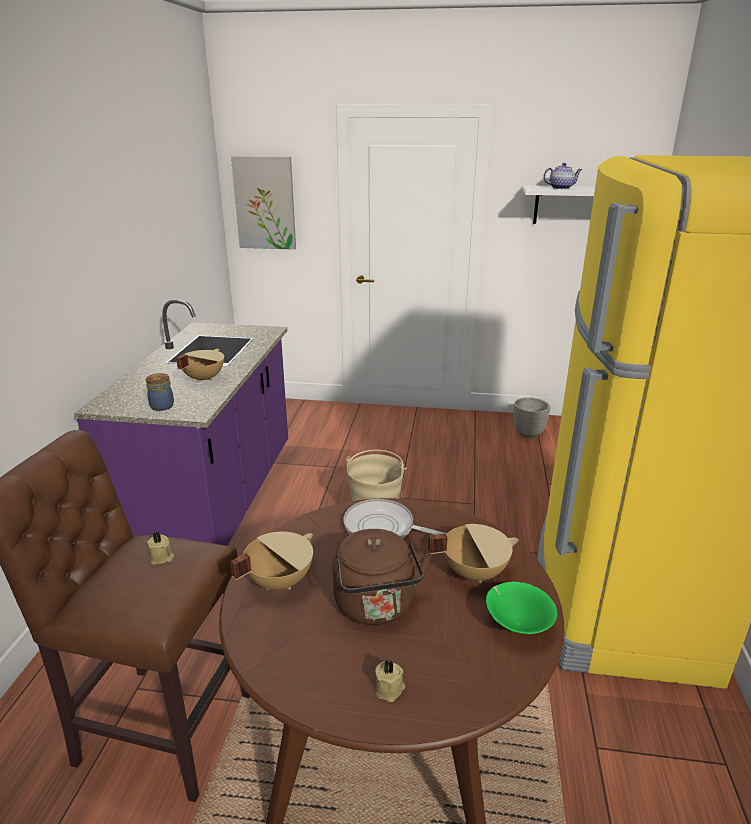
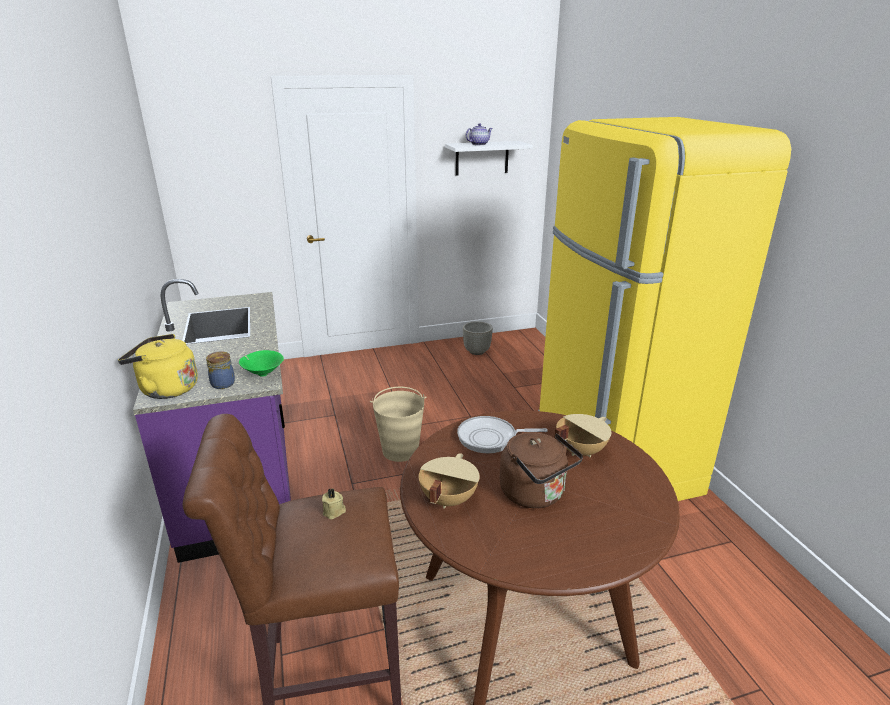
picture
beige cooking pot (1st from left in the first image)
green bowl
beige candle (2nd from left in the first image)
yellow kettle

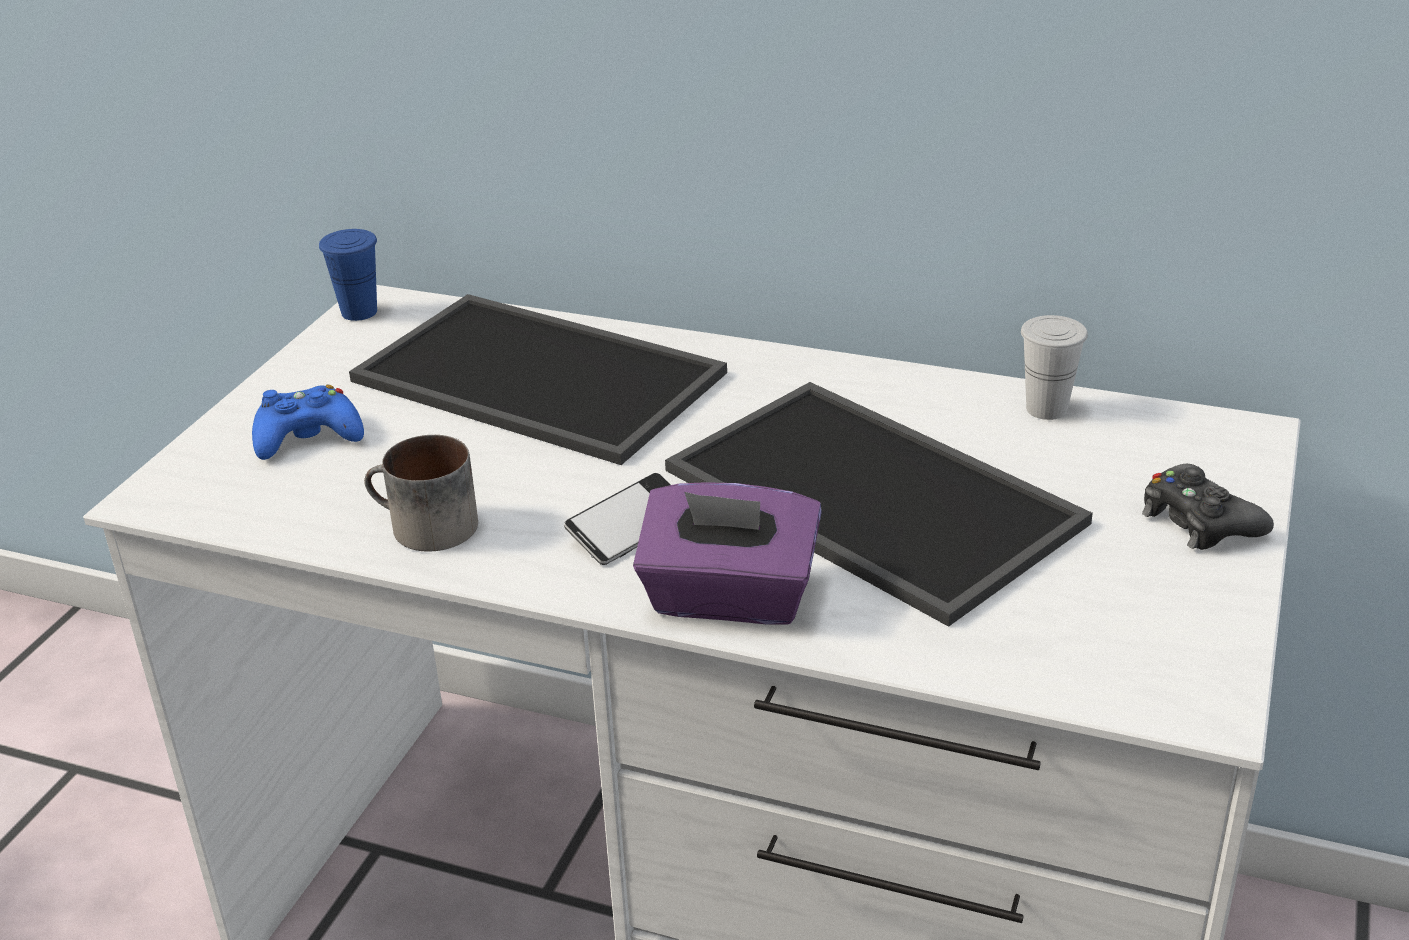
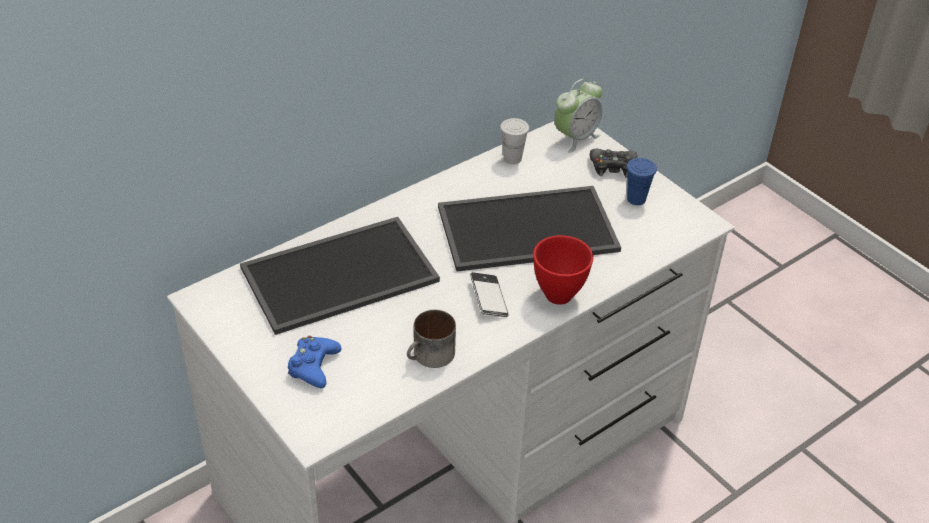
blue cup
red bowl
alarm clock

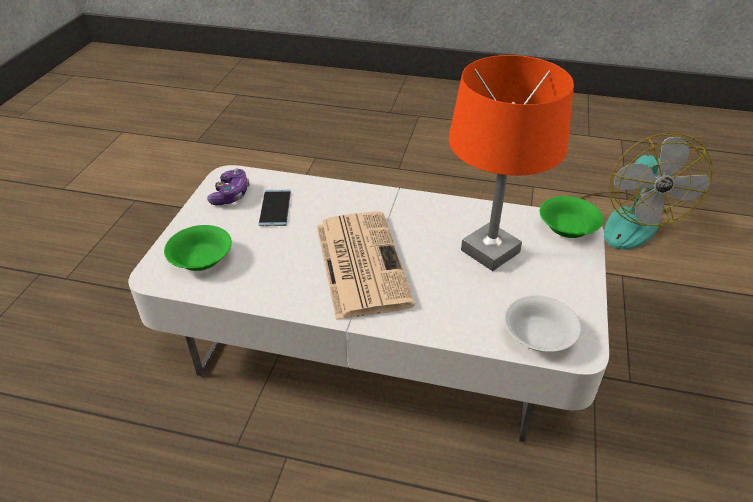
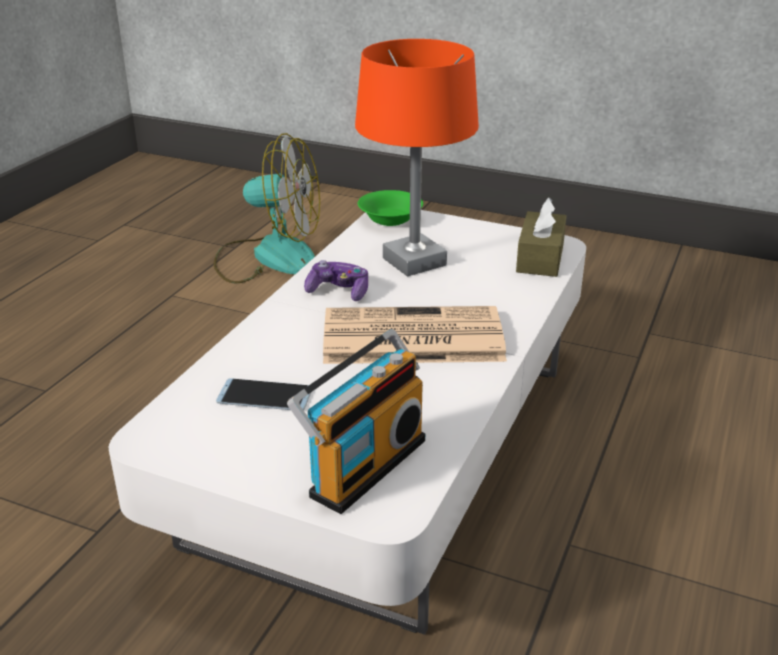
game controller
radio
brown tissue box

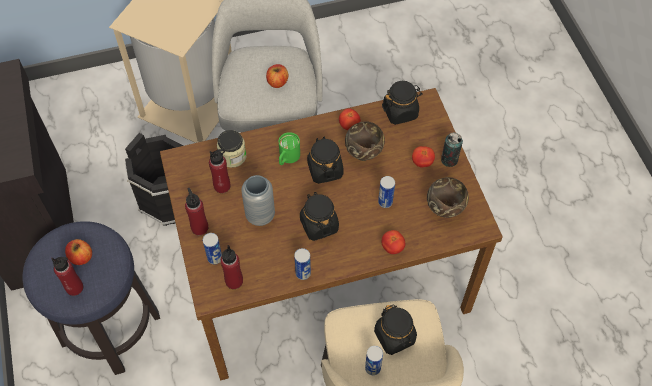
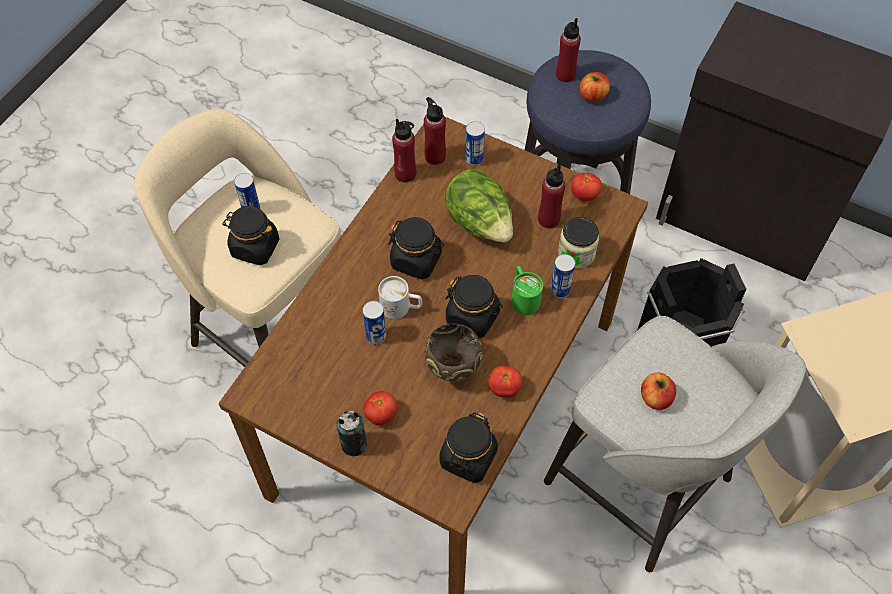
lettuce
brown bowl (2nd from left in the first image)
red bottle (1st from left)
tomato (3rd from left)
can (5th from left)
white mug

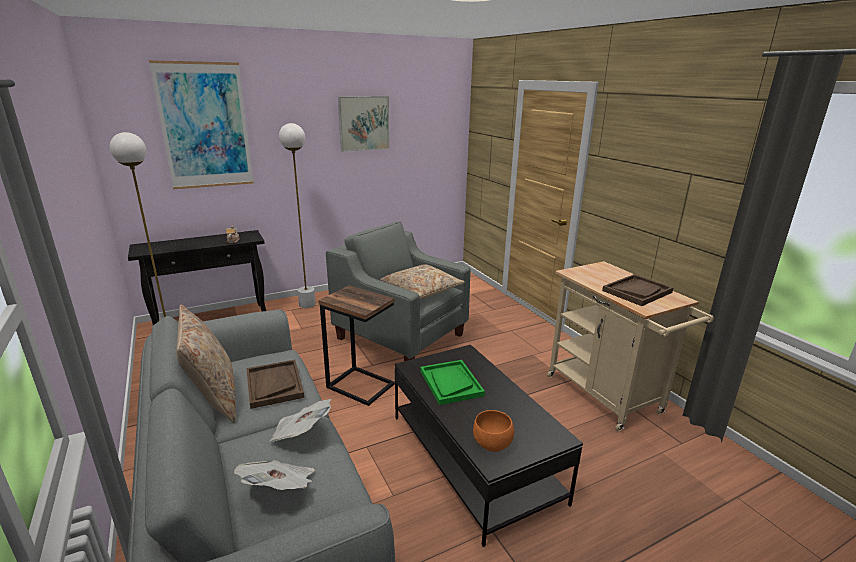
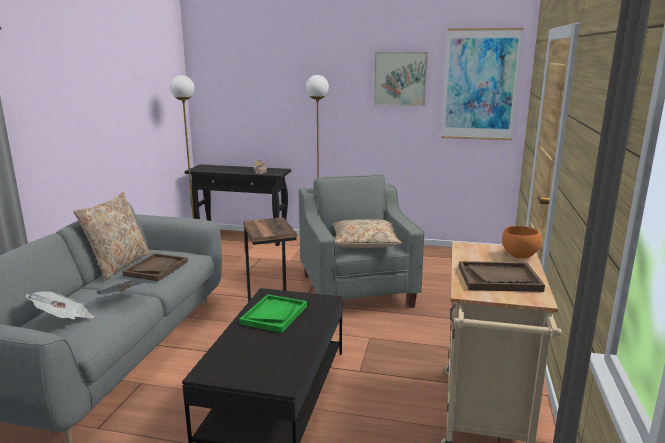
picture (2nd from left)
orange bowl

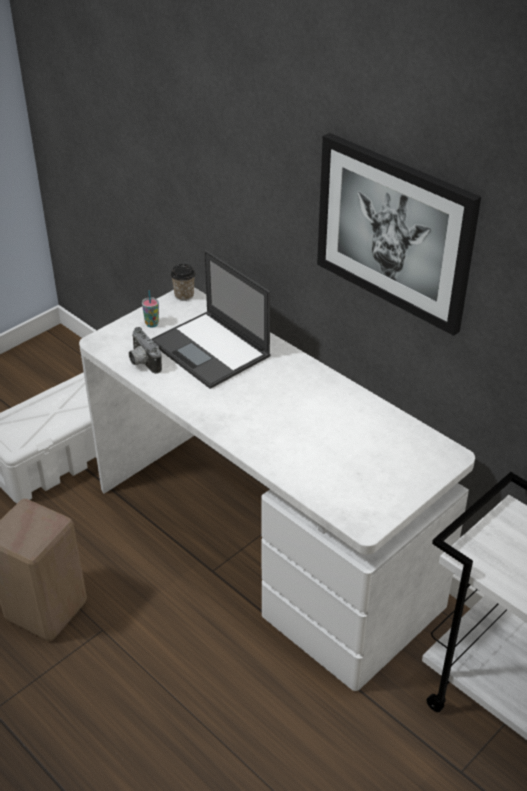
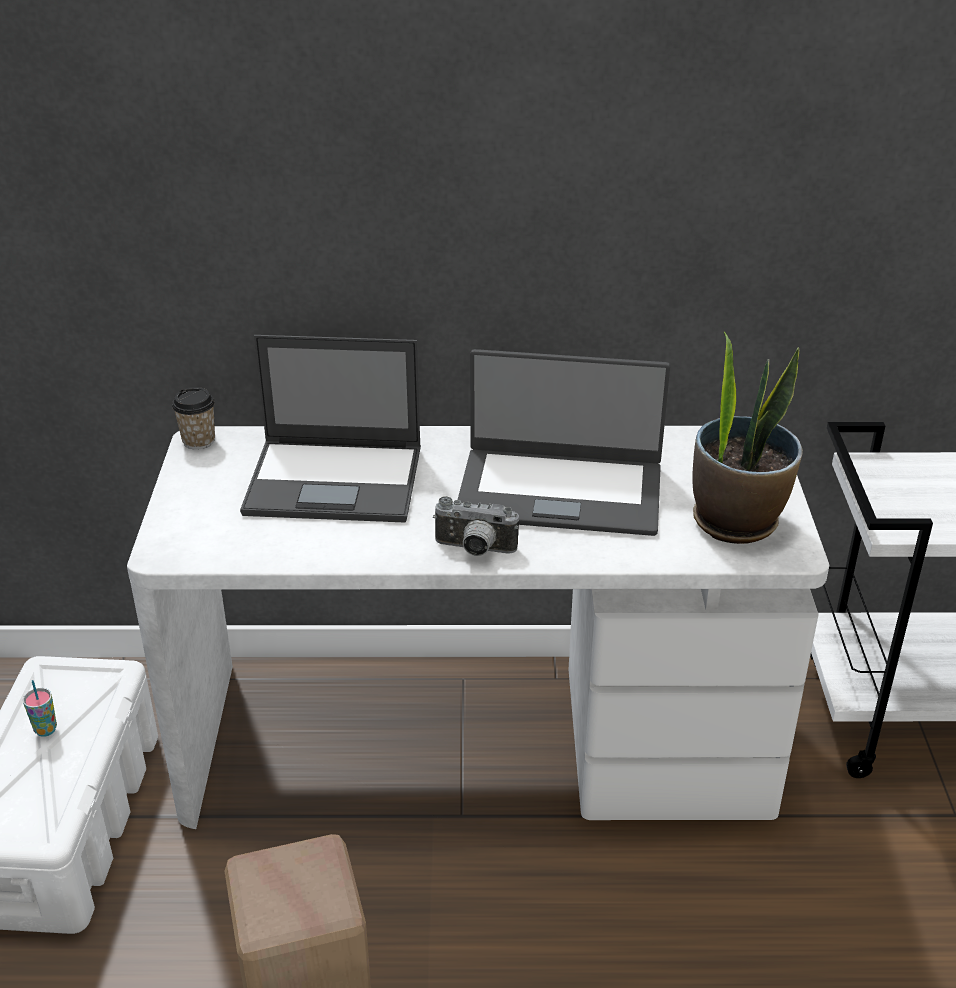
picture
cup (1st from left)
photo camera
potted plant
laptop (2nd from left)

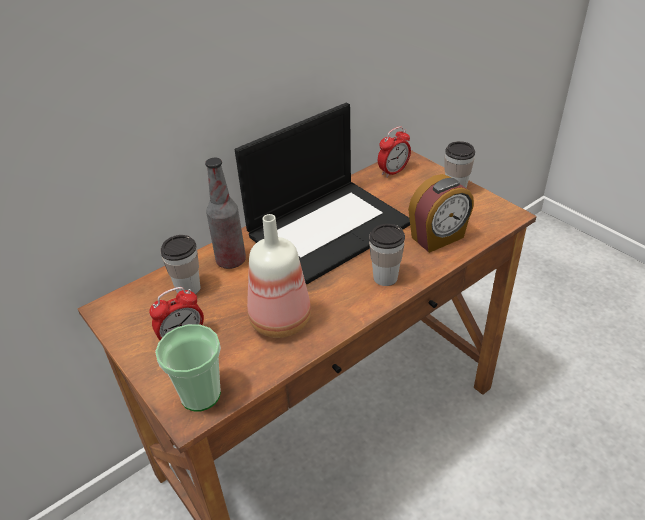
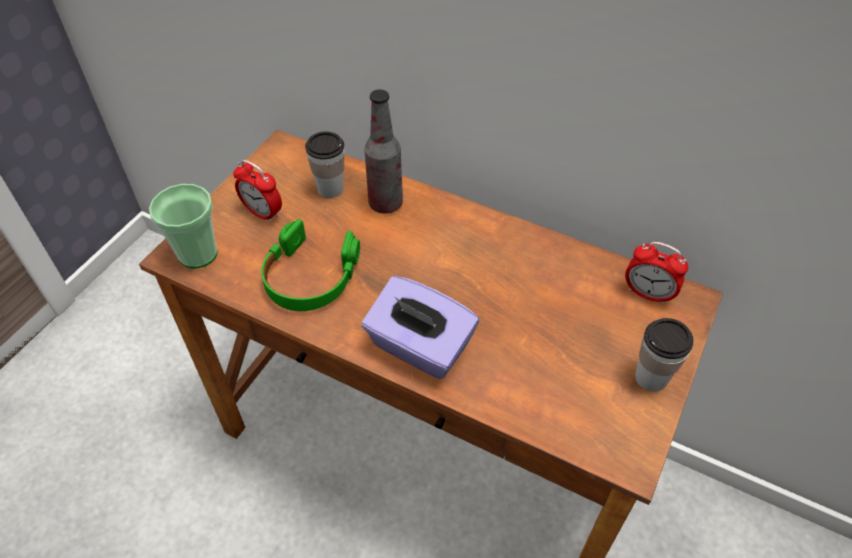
laptop
alarm clock (3rd from left in the first image)
green headphones
purple tissue box

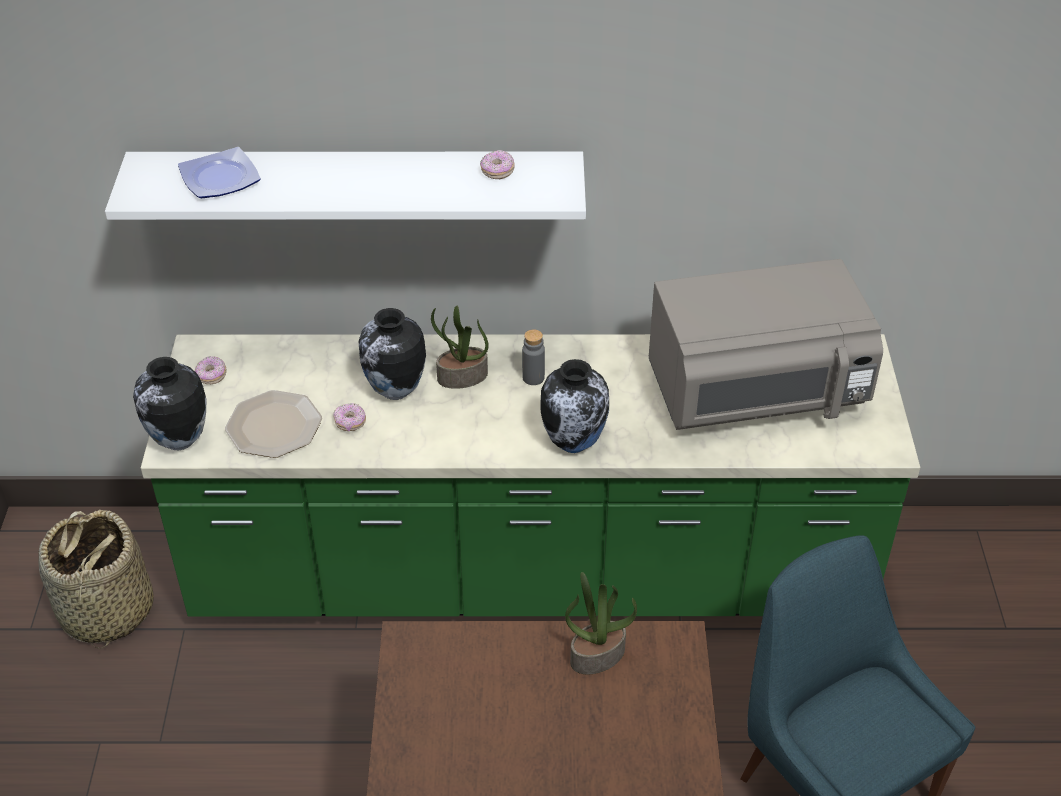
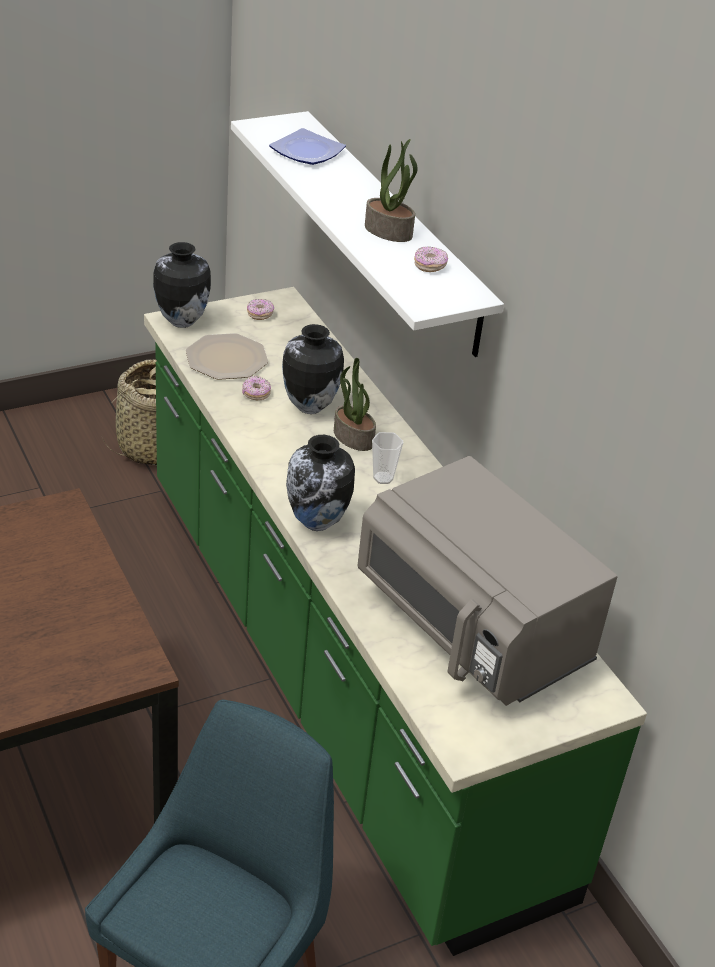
cup
potted plant (2nd from left)

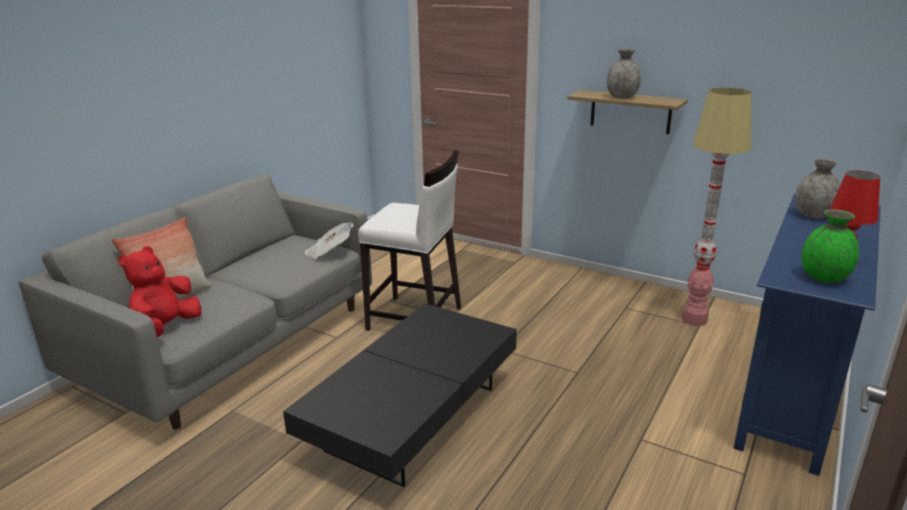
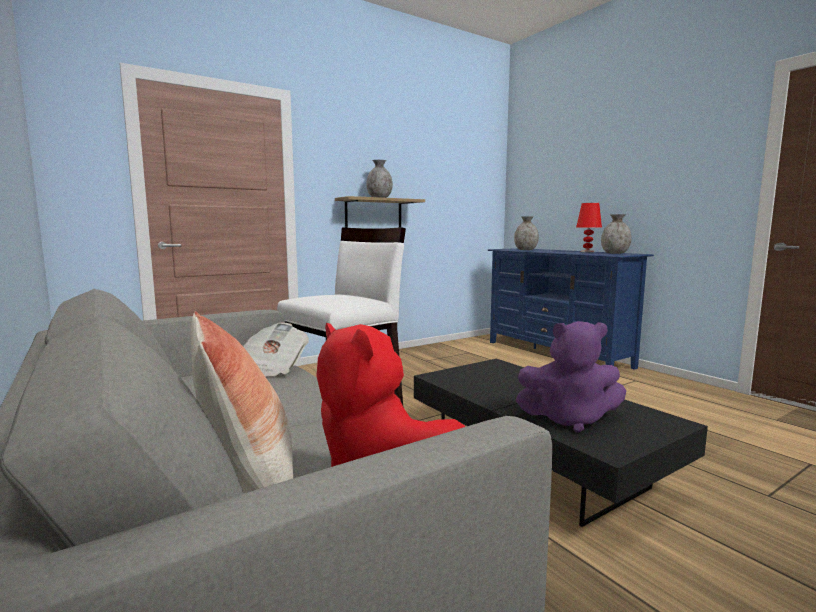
floor lamp
grey vase (3rd from left)
purple plush toy

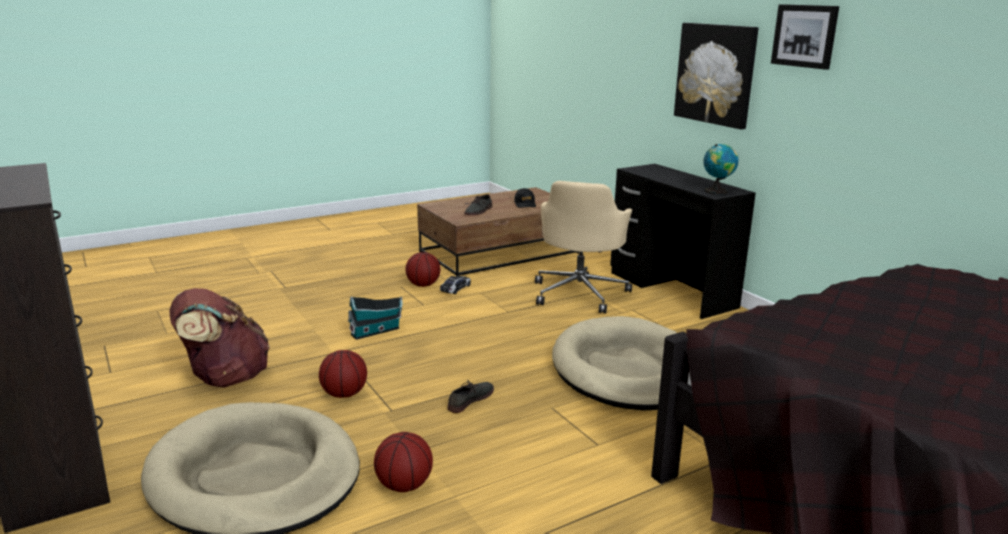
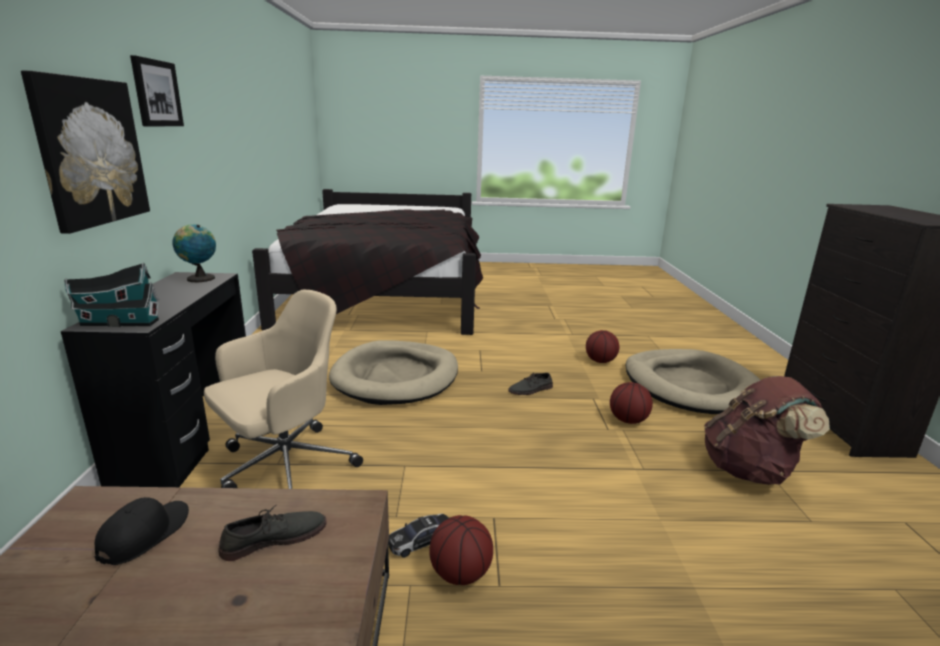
toy house

